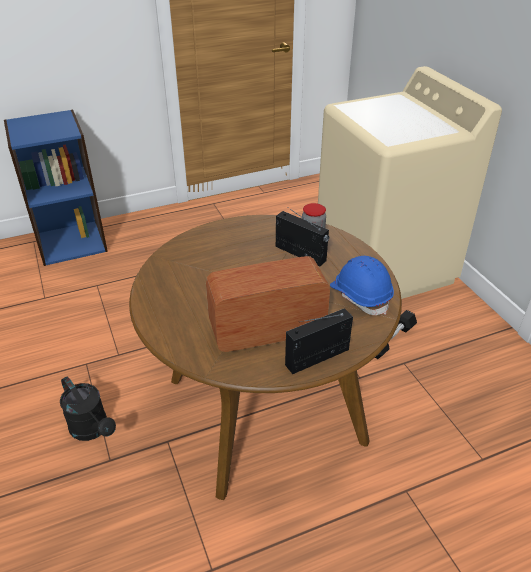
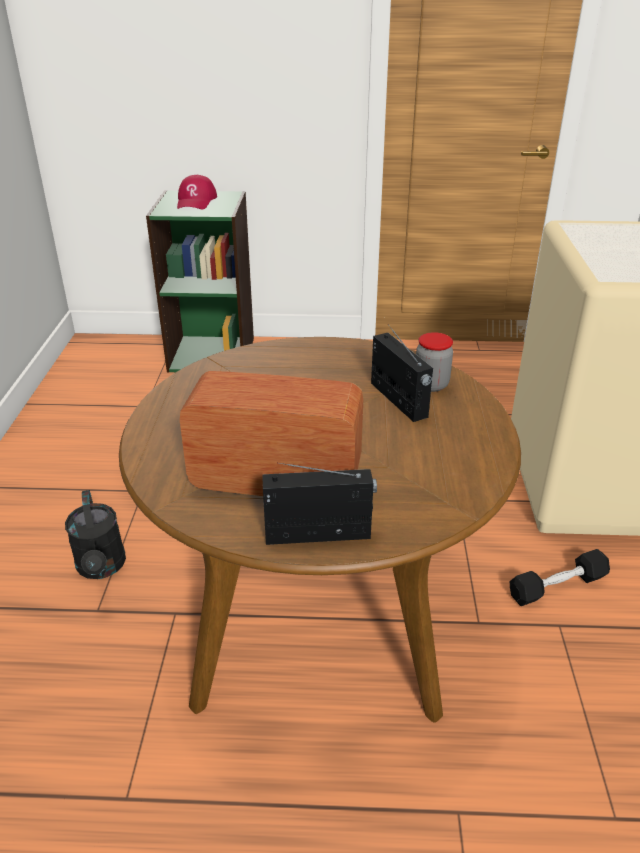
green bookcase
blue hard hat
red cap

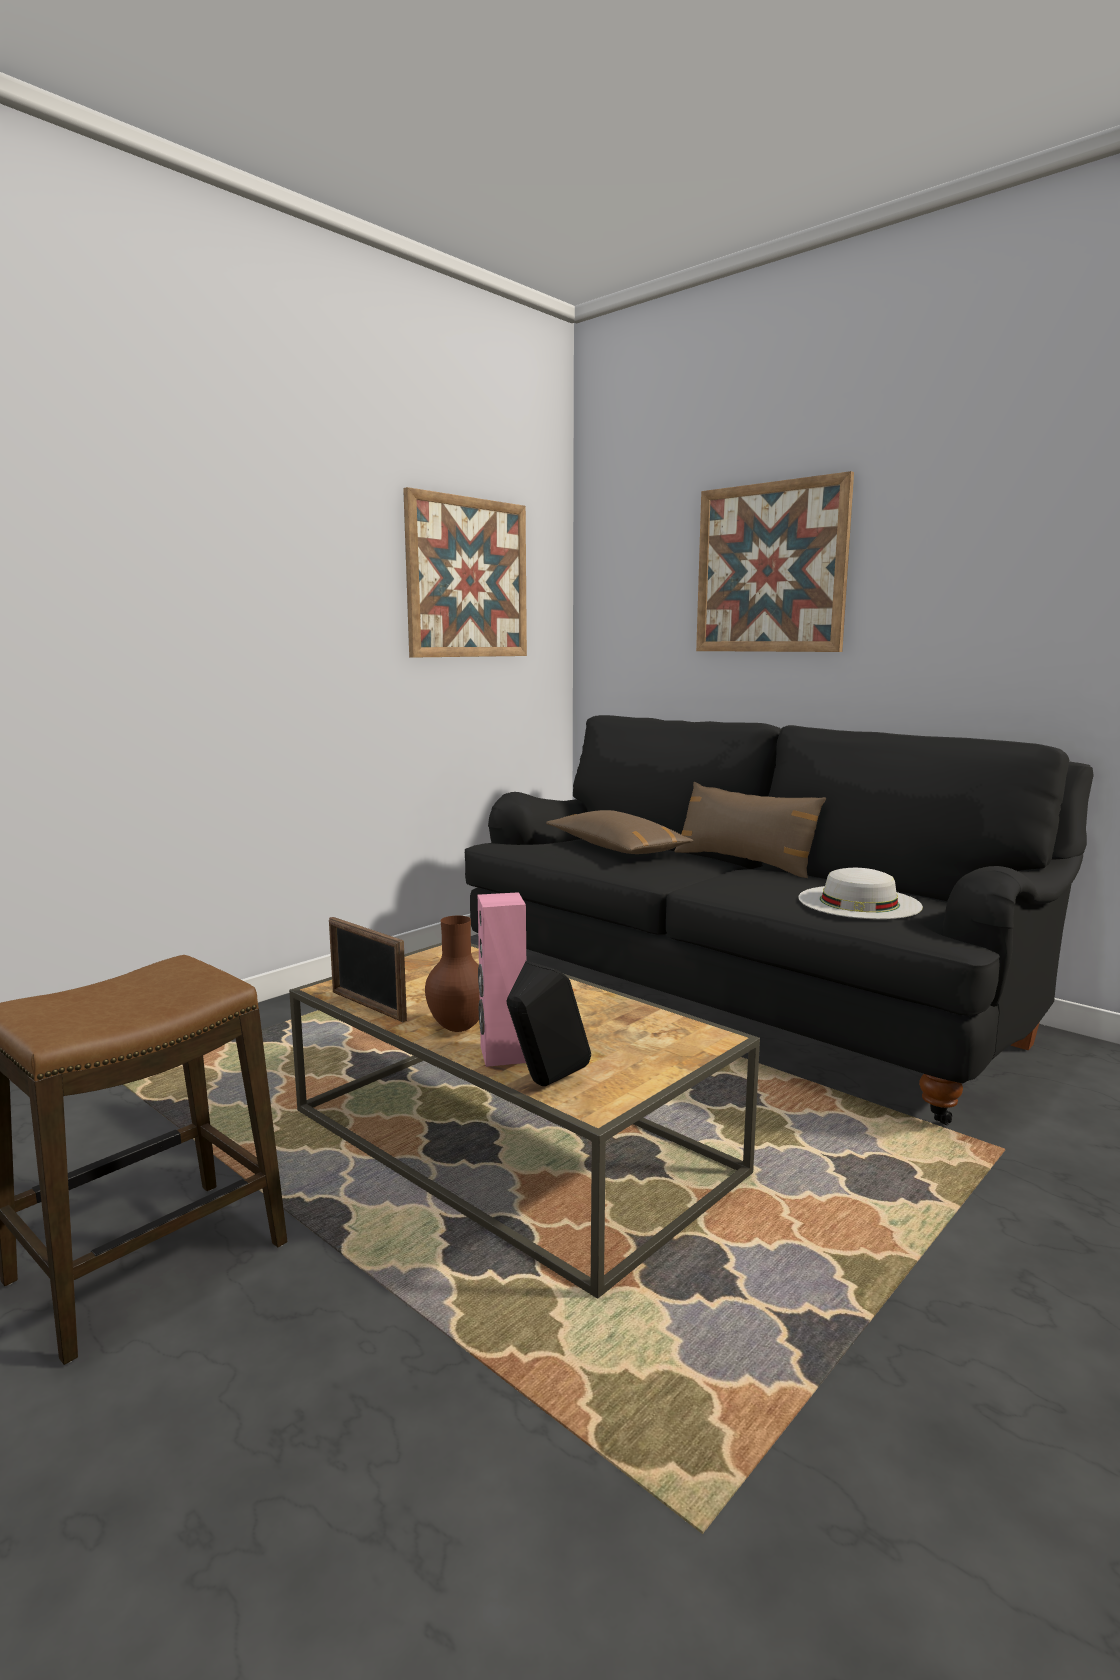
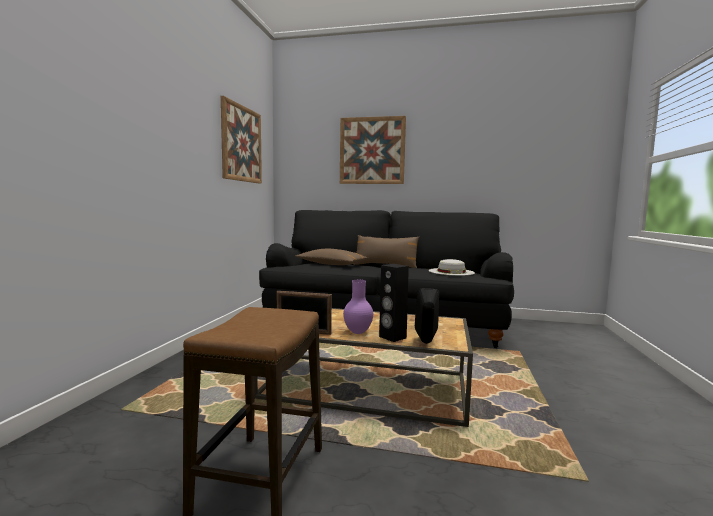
black speaker (1st from left)
purple vase

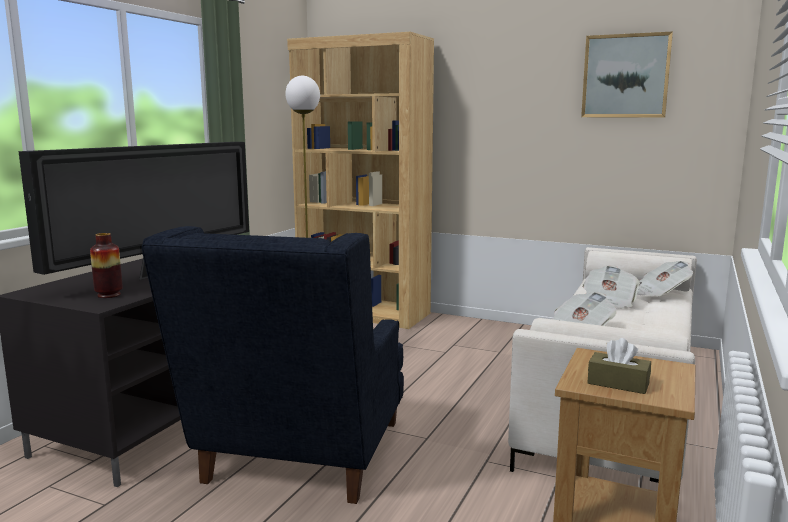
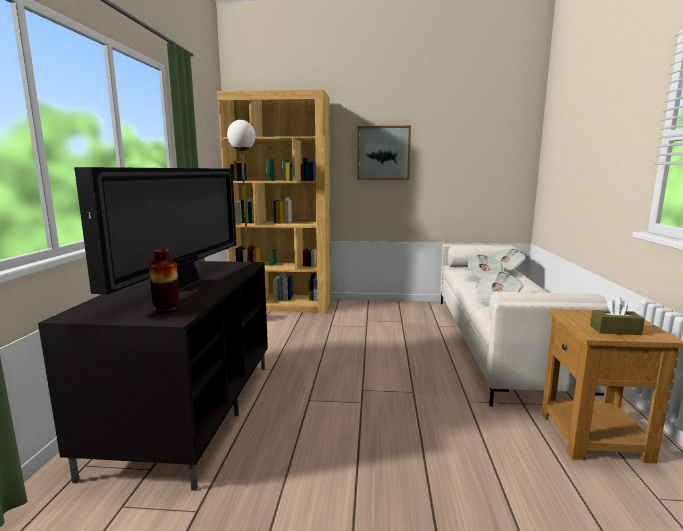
picture
blue armchair

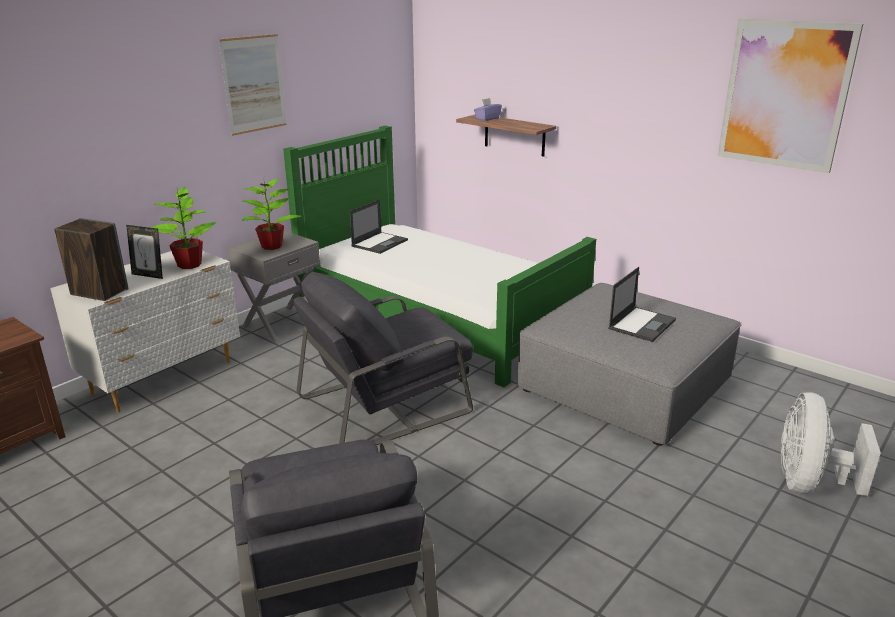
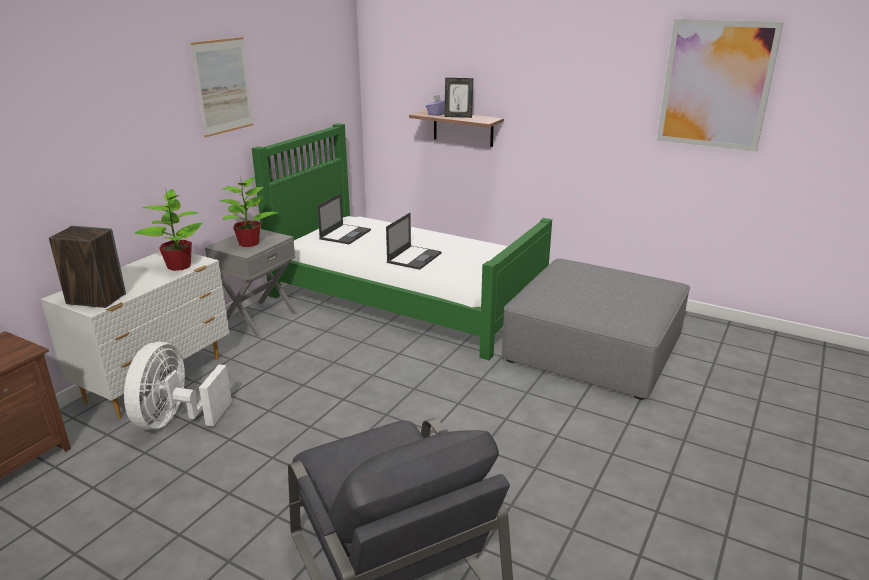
picture frame
laptop (2nd from left)
grey armchair (2nd from left in the first image)
white fan

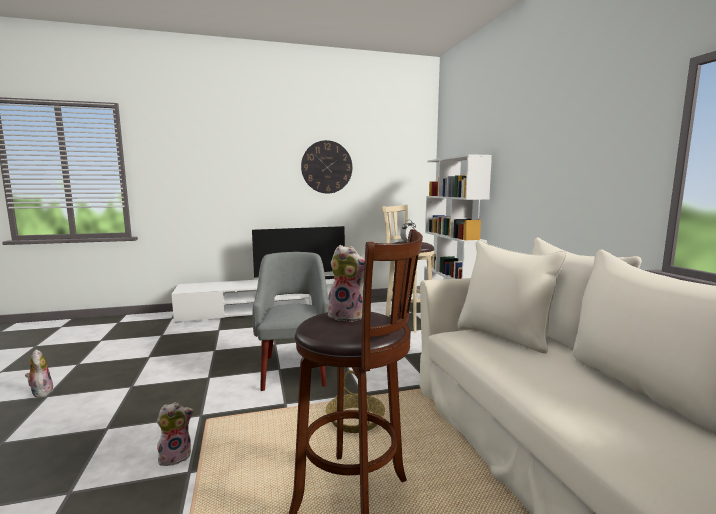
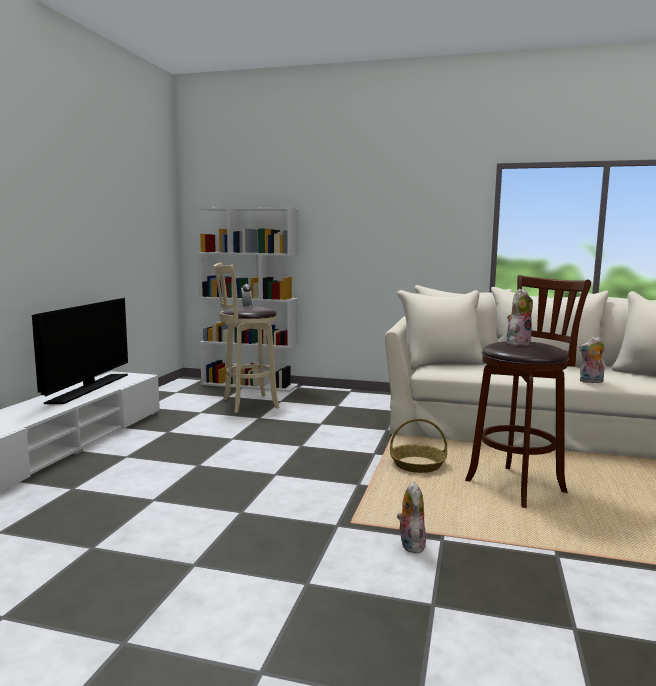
wall clock
grey armchair
plush toy (3rd from left)

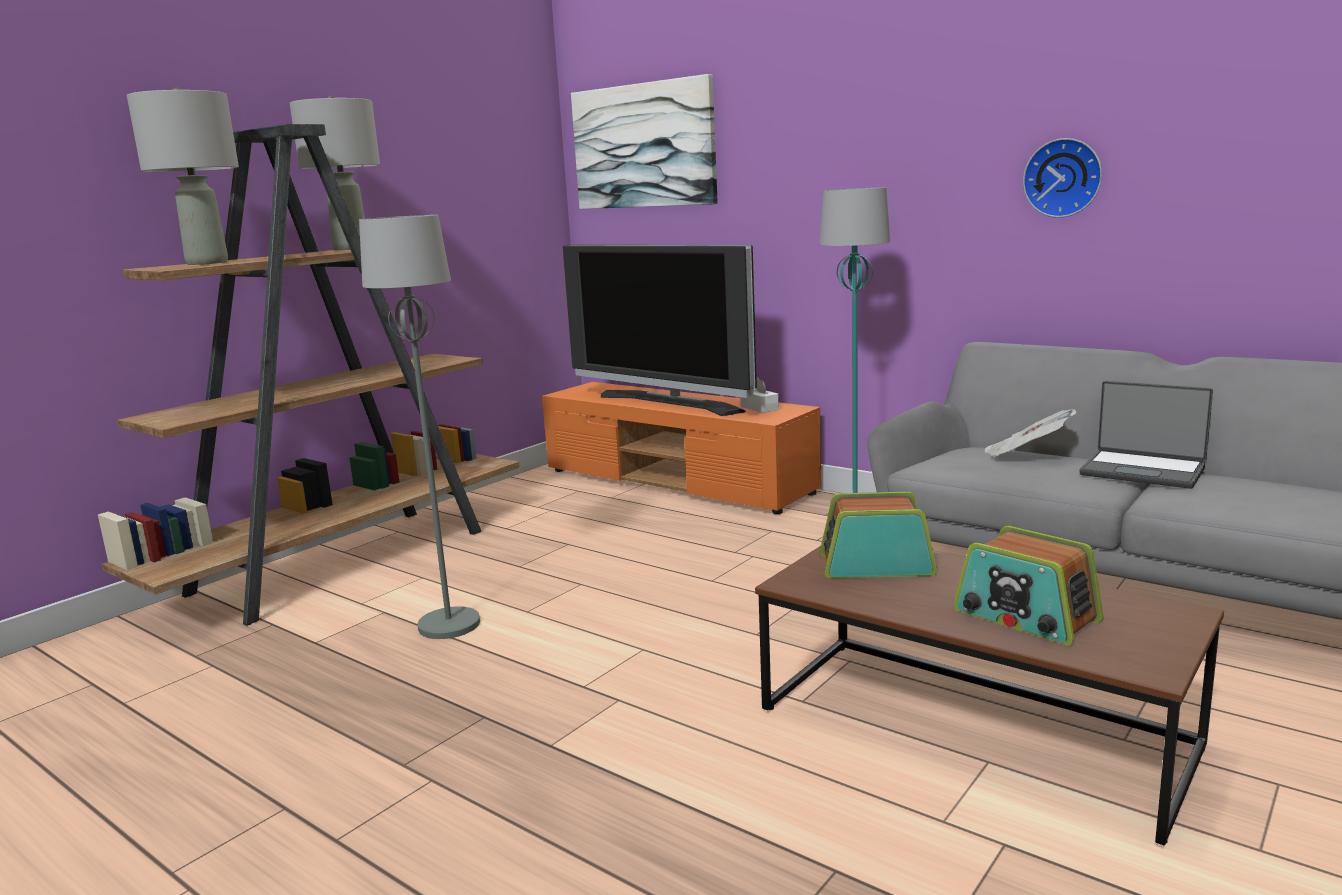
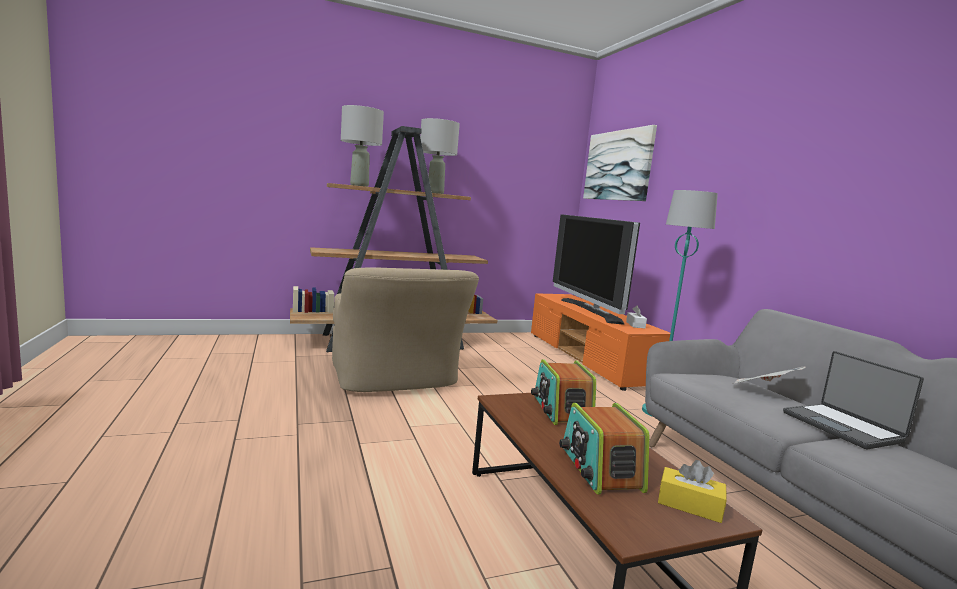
wall clock
beige armchair
radio (1st from left)
yellow tissue box

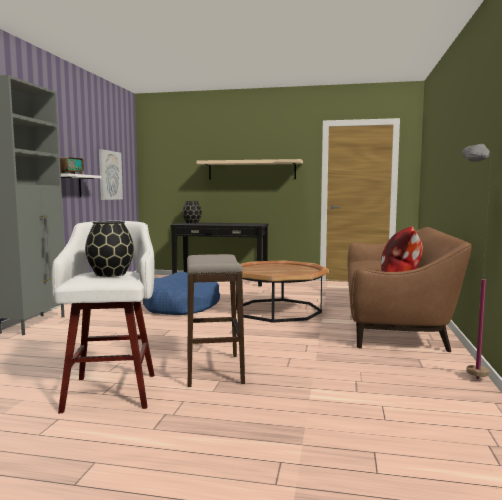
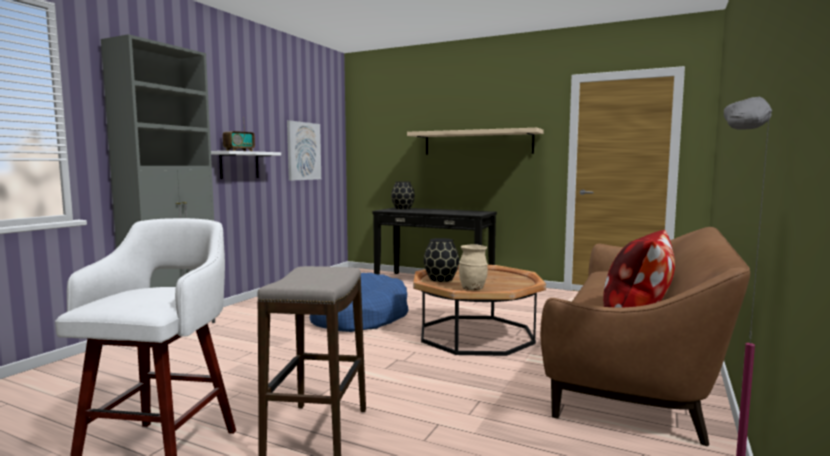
black vase (2nd from left)
beige vase

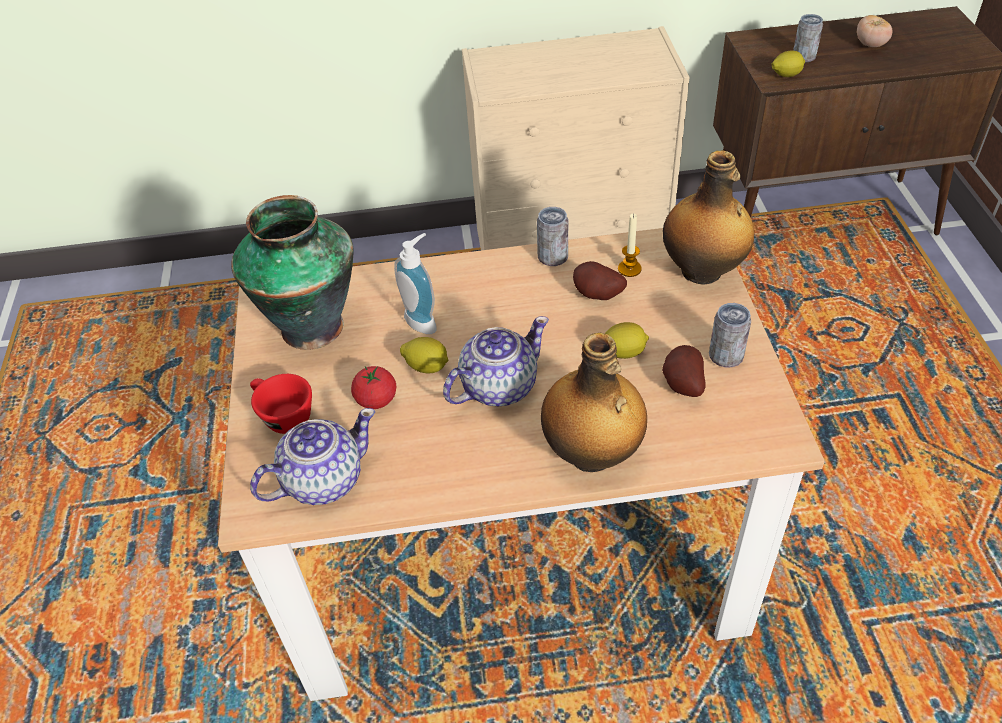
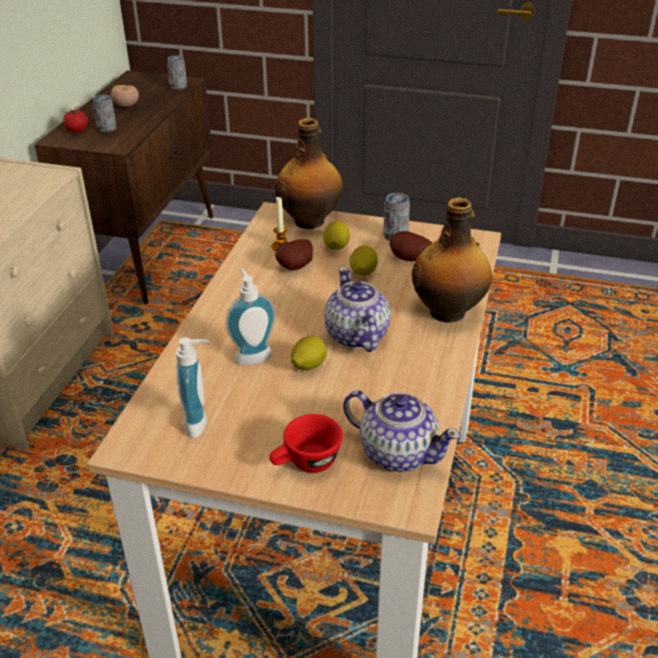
lemon (2nd from left)
soap dispenser (1st from left)
can (2nd from left)
tomato (1st from left)
teapot (2nd from left)

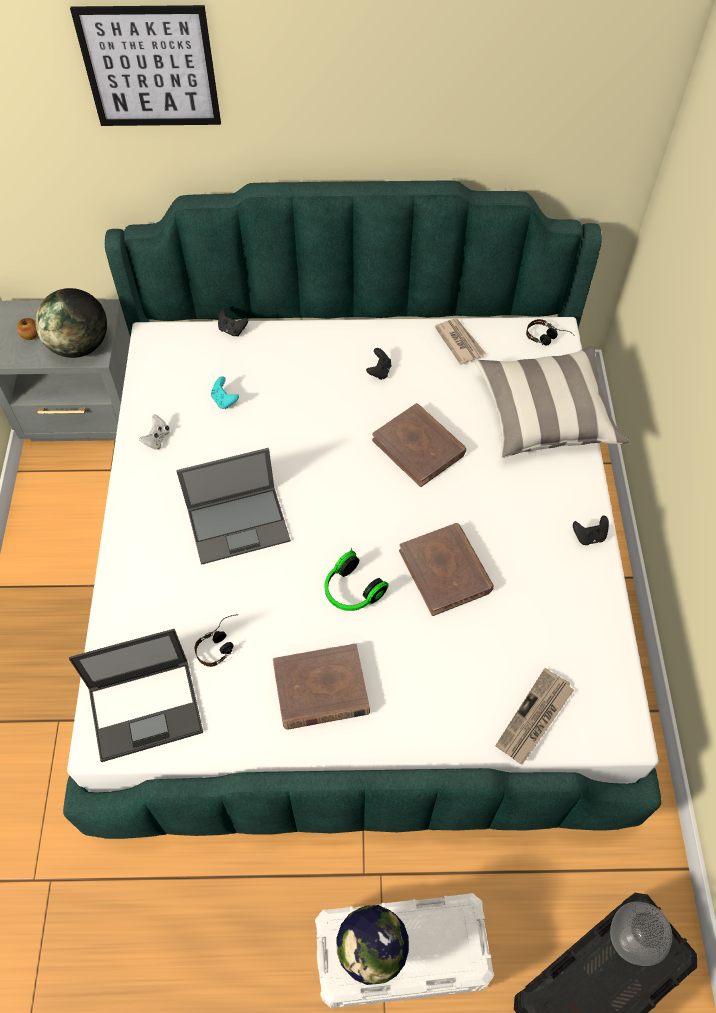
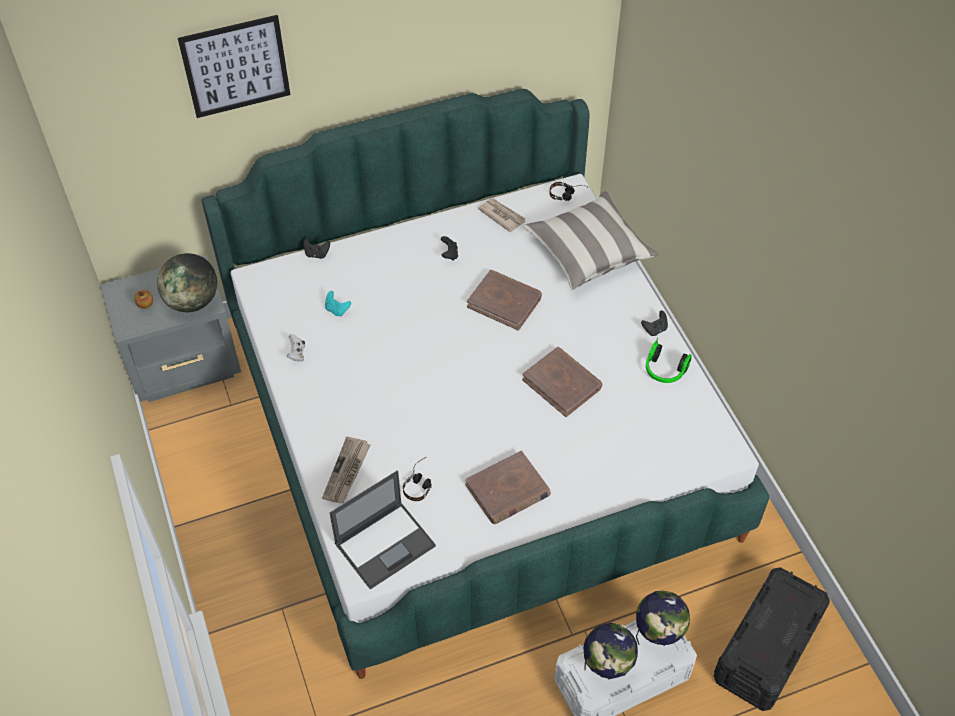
laptop (2nd from left in the first image)
headphones (3rd from left)
newspaper (1st from left)
vase
globe (3rd from left)

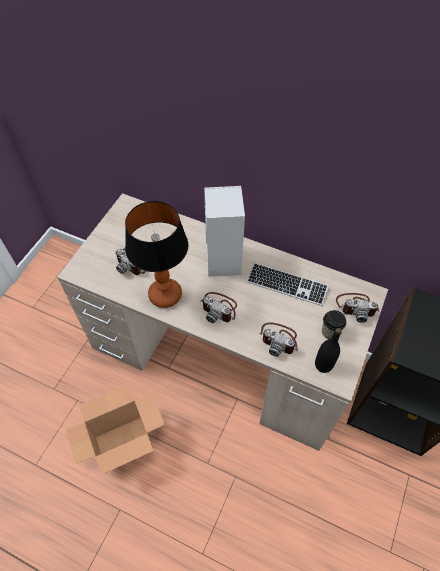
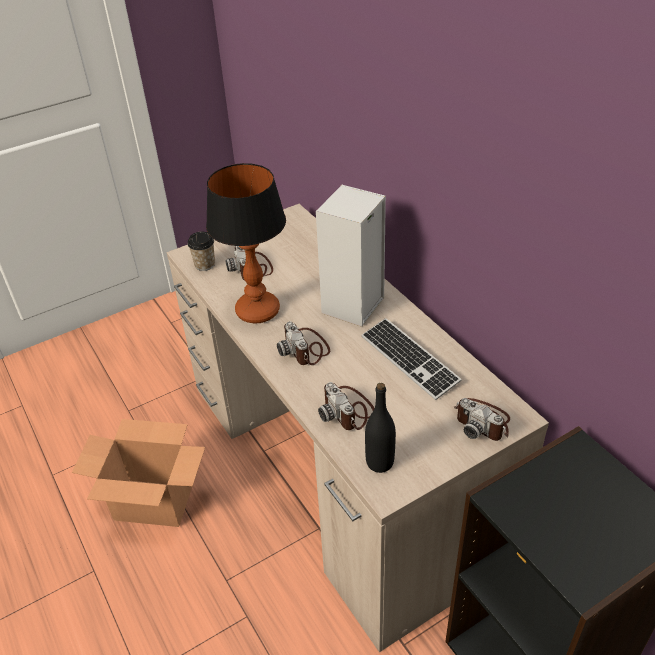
cup

